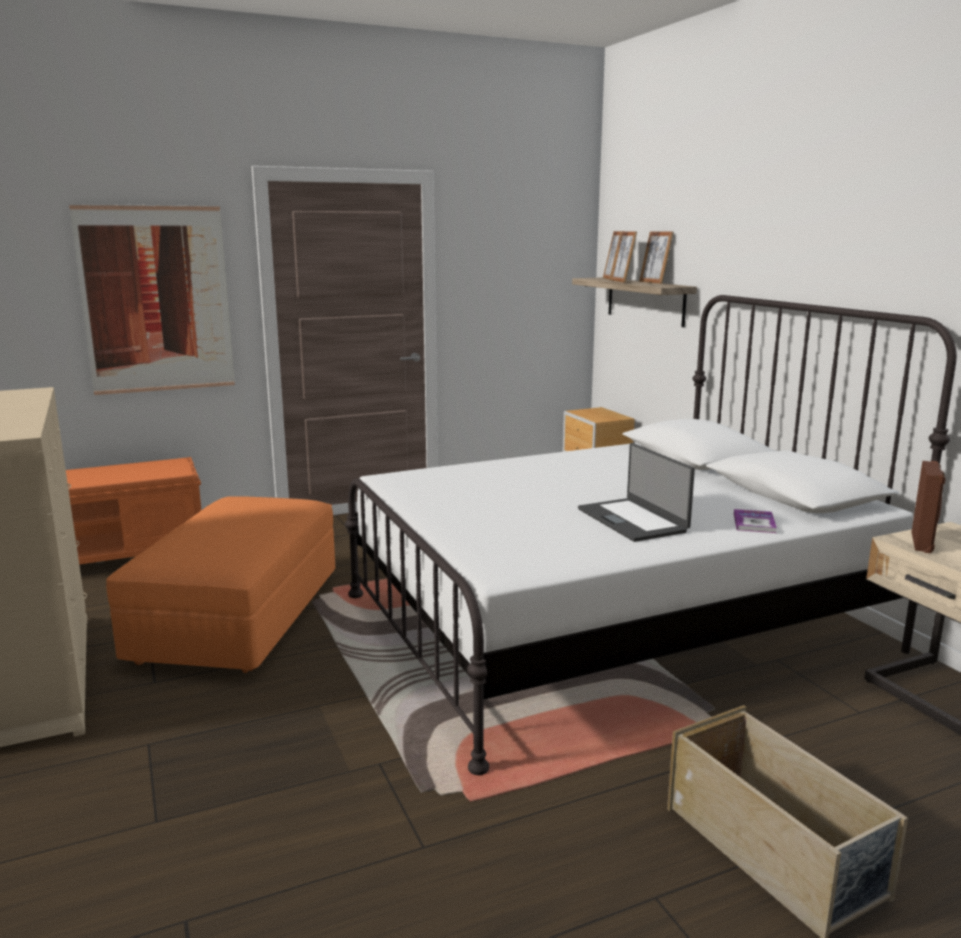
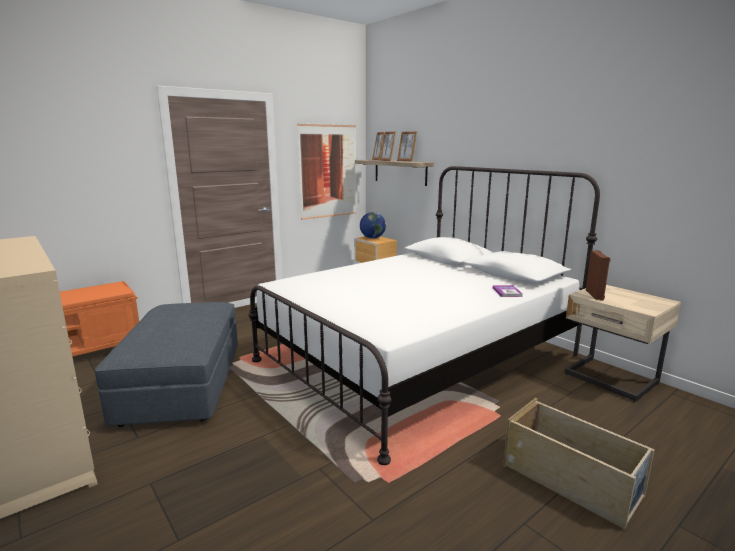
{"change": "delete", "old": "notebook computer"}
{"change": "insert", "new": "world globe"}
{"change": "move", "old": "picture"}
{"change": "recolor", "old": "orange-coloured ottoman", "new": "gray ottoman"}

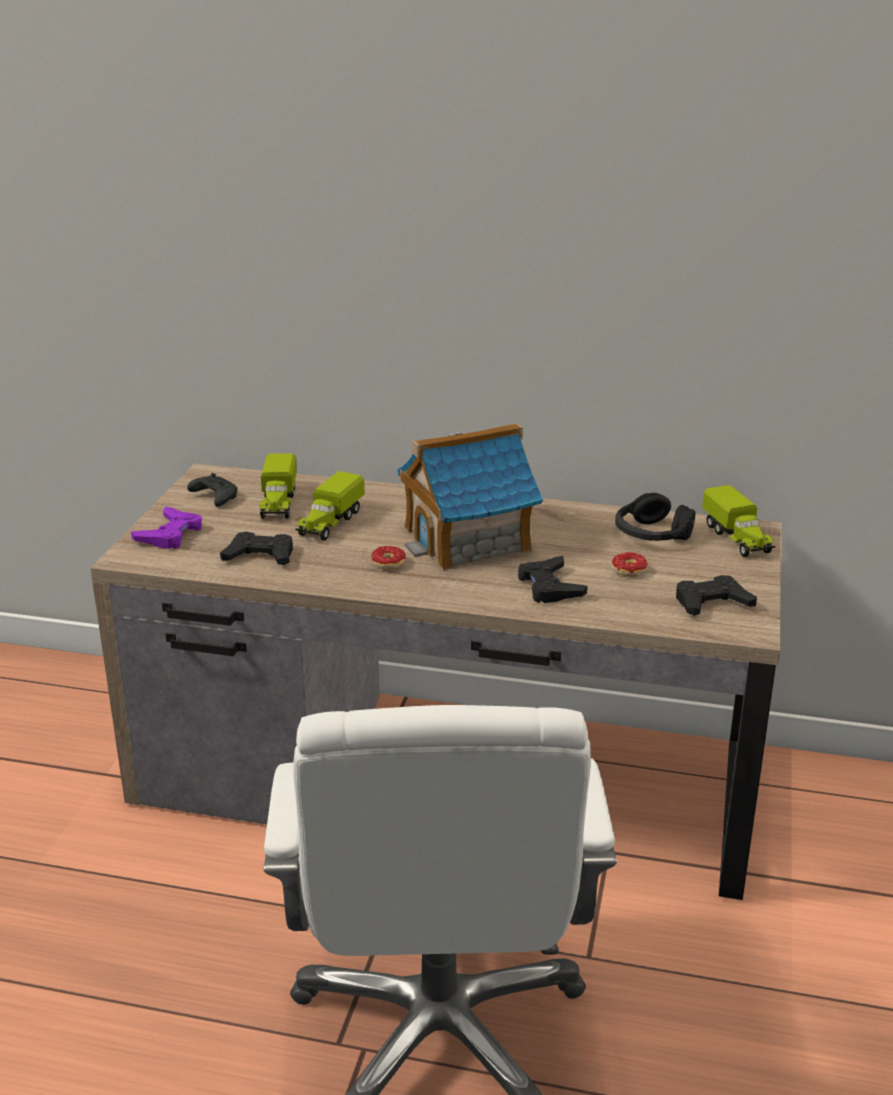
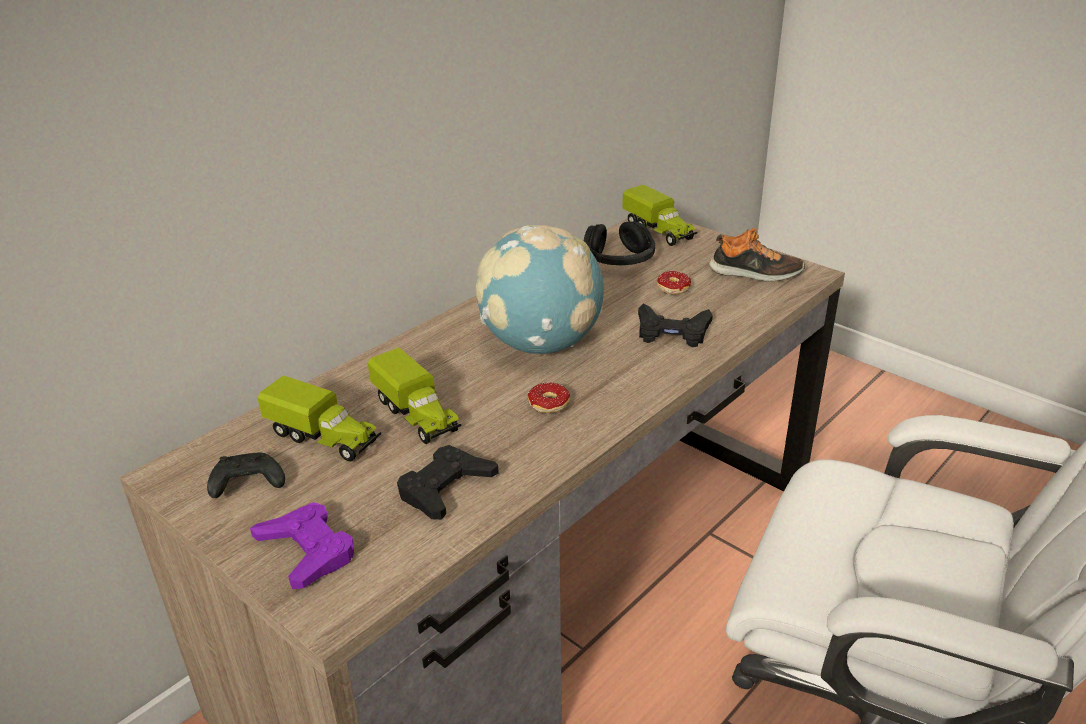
{"change": "replace", "old": "model house", "new": "world globe"}
{"change": "replace", "old": "blackish gamepad (4th from left)", "new": "low shoe"}
{"change": "rotate", "old": "model truck (3rd from left)", "degrees": 45}

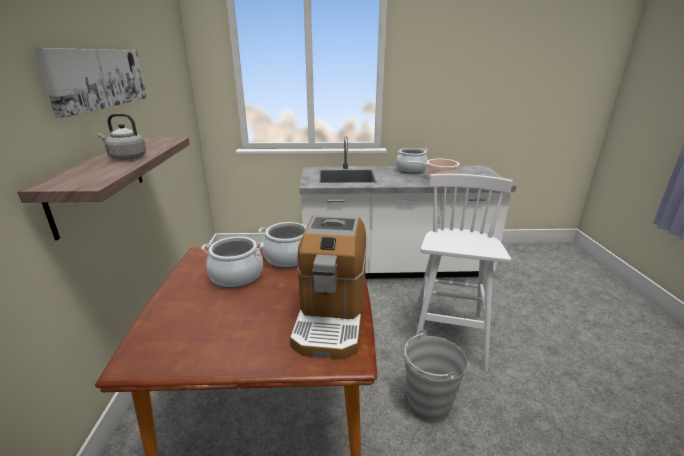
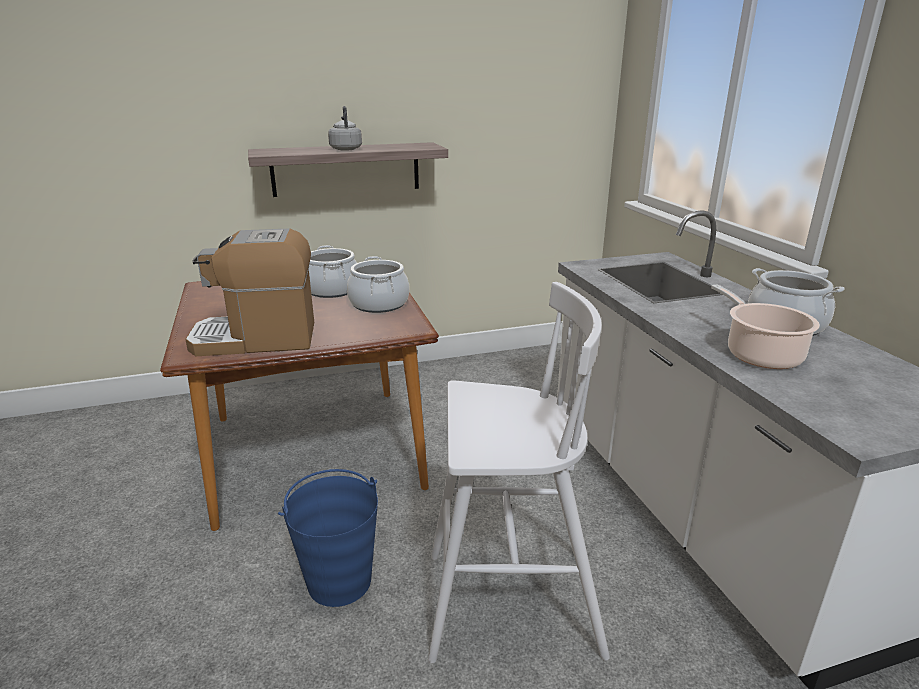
{"change": "delete", "old": "picture"}
{"change": "recolor", "old": "gray bucket", "new": "bluish bucket"}

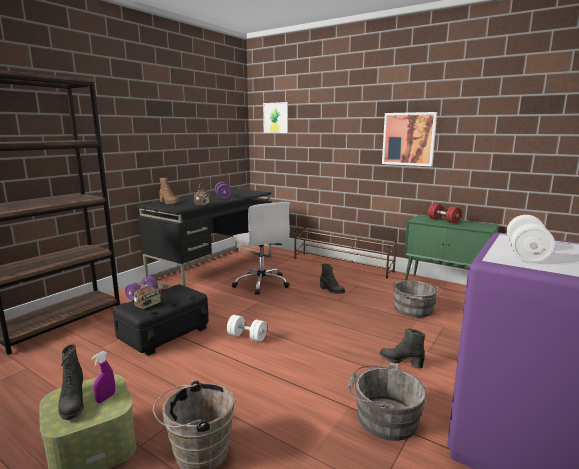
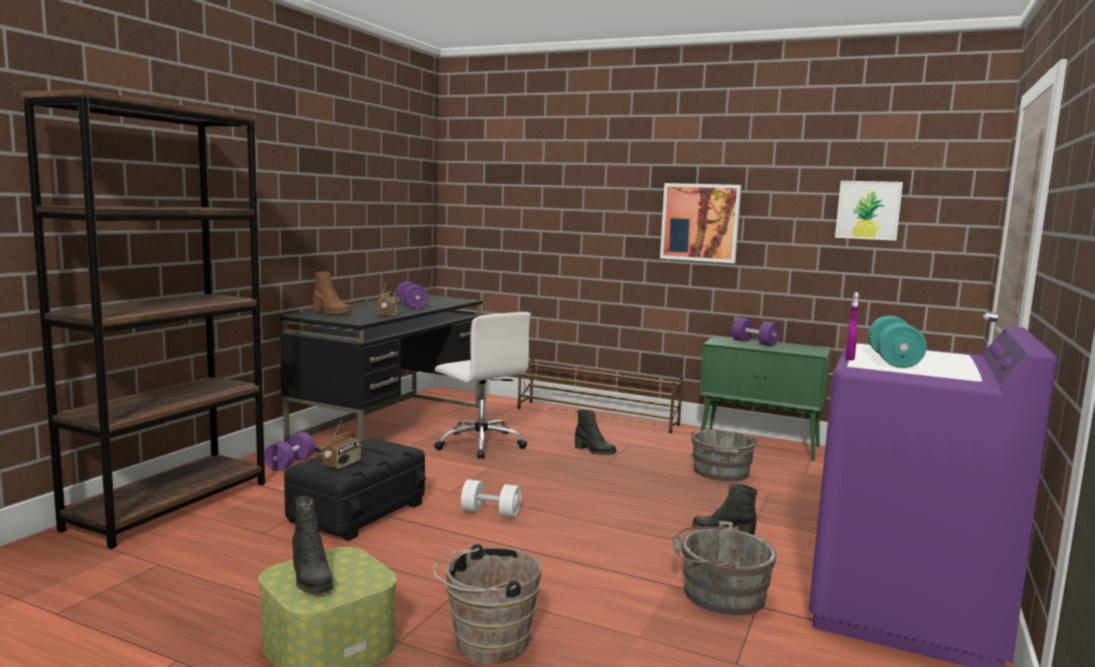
{"change": "move", "old": "purplish hand sprayer"}
{"change": "move", "old": "picture (1st from left in the first image)", "new": "picture (2nd from left)"}
{"change": "recolor", "old": "red-coloured hand weight", "new": "purplish hand weight (3rd from left)"}
{"change": "recolor", "old": "white hand weight (2nd from left)", "new": "blue-green hand weight"}

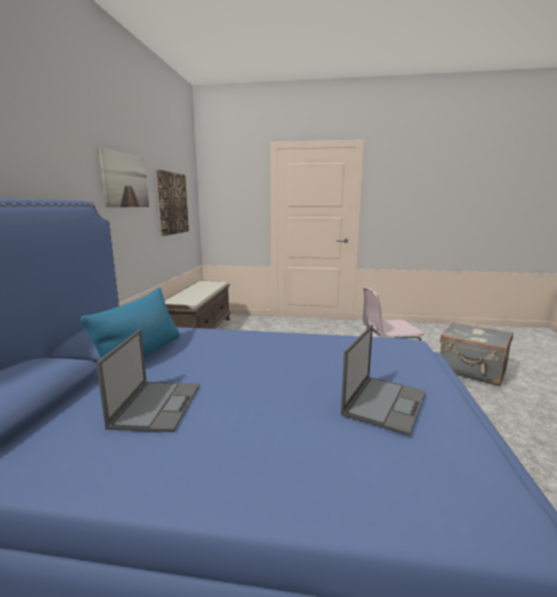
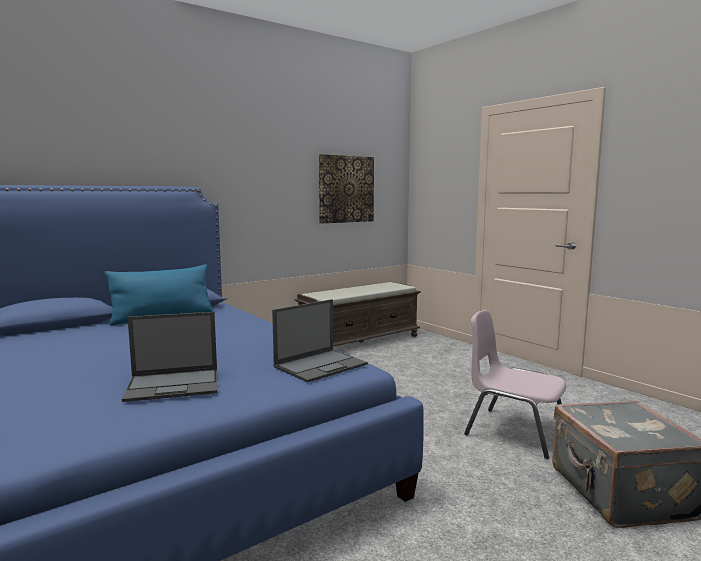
{"change": "delete", "old": "picture (1st from left)"}
{"change": "move", "old": "notebook computer (1st from left in the first image)", "new": "notebook computer (2nd from left)"}

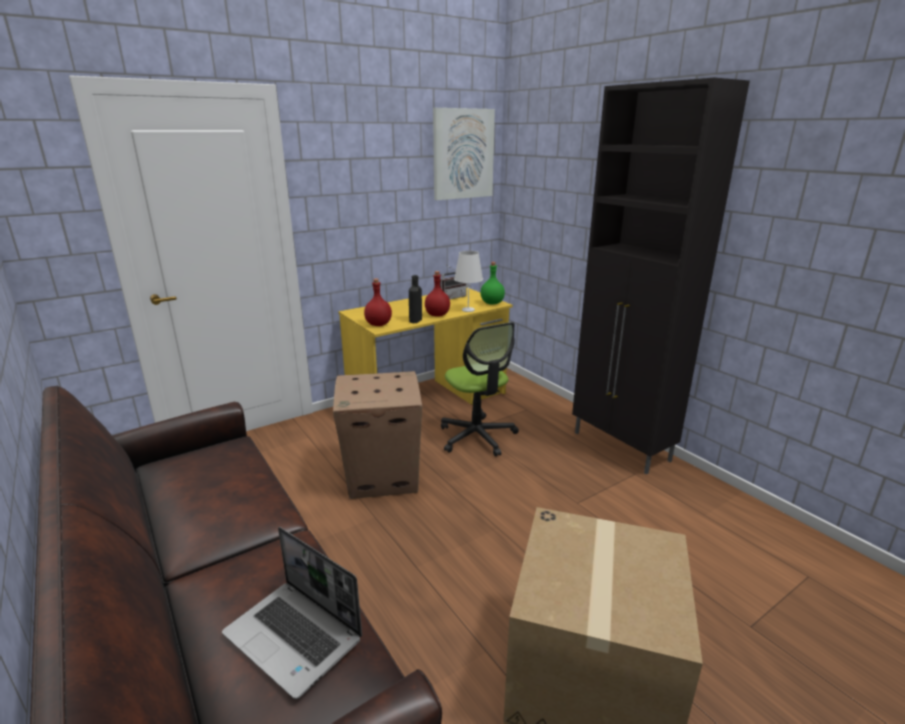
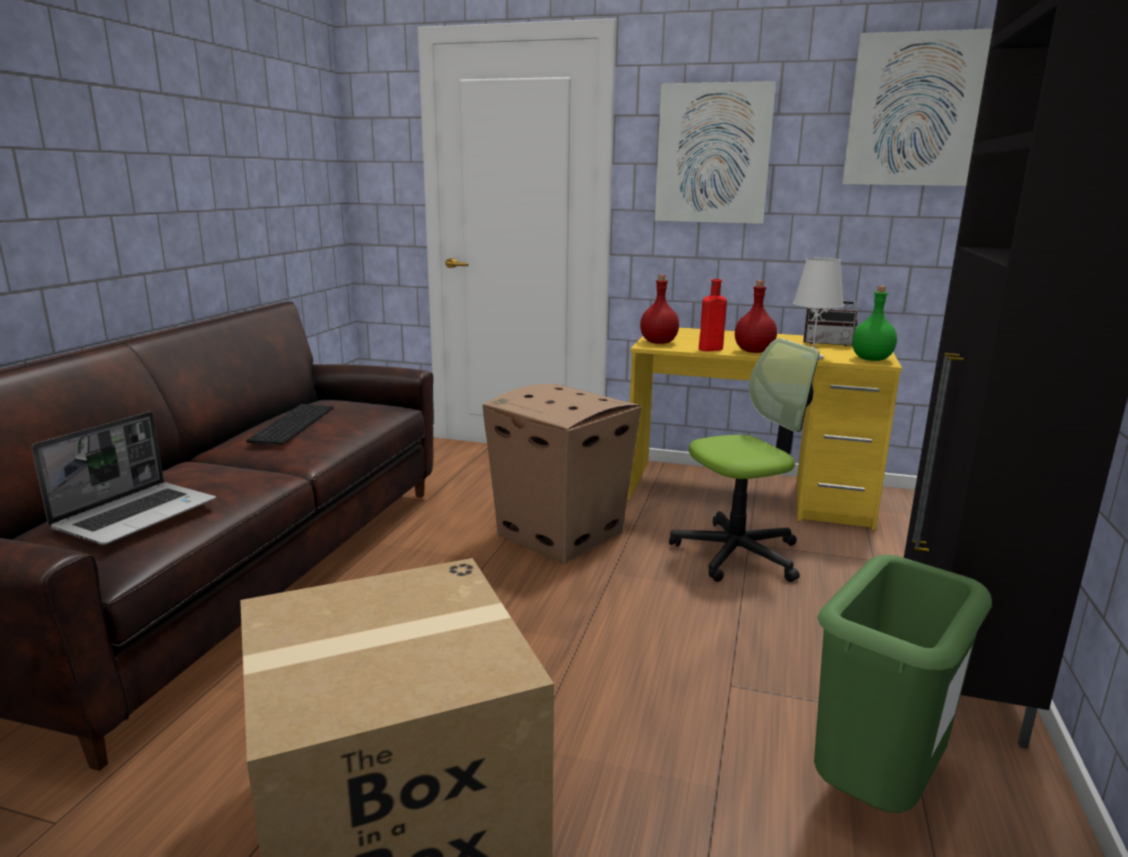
{"change": "insert", "new": "keyboard"}
{"change": "insert", "new": "picture (1st from left)"}
{"change": "insert", "new": "greenish rubbish bin"}
{"change": "recolor", "old": "blackish bottle", "new": "red-coloured bottle (2nd from left)"}
{"change": "rotate", "old": "notebook computer", "degrees": -150}
{"change": "rotate", "old": "computer chair", "degrees": -135}

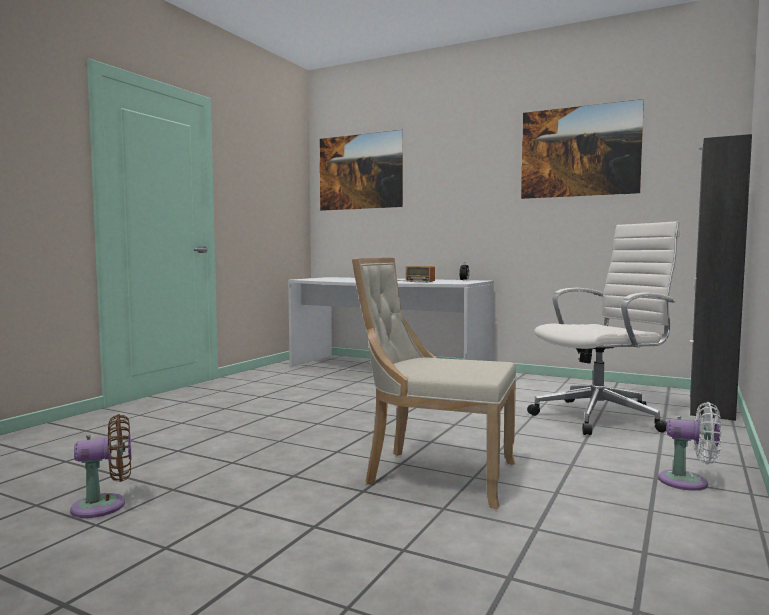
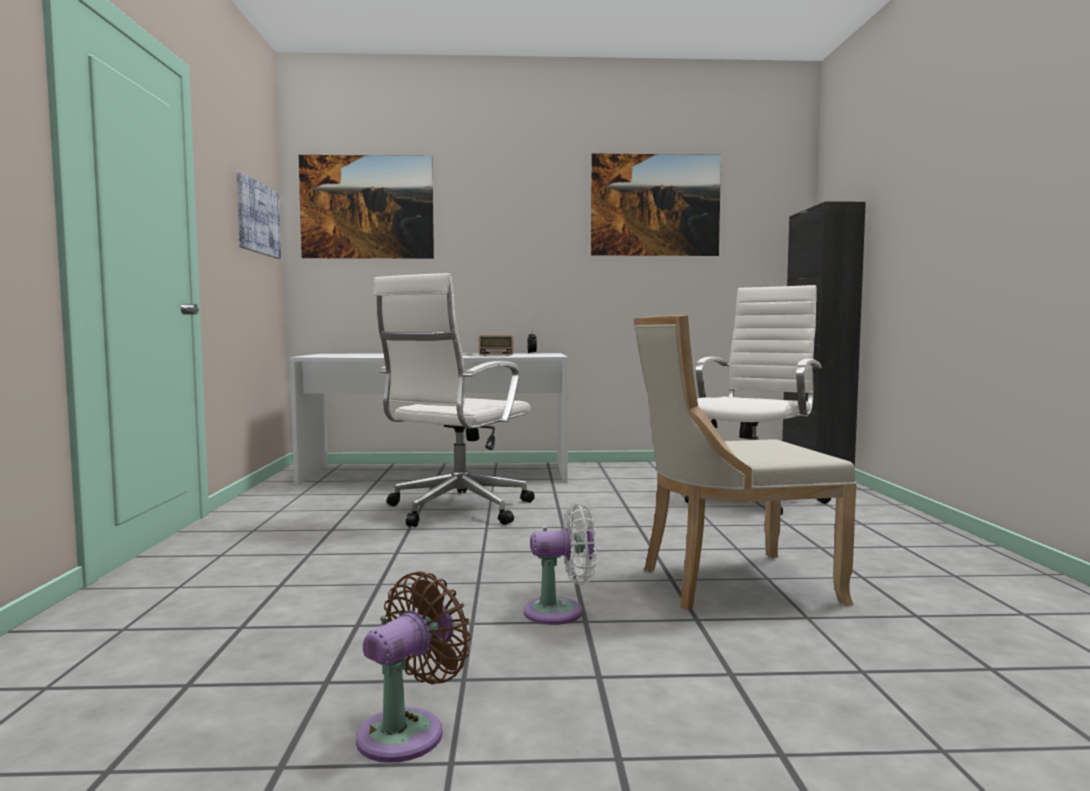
{"change": "insert", "new": "picture (1st from left)"}
{"change": "insert", "new": "white computer chair (1st from left)"}
{"change": "move", "old": "white fan"}

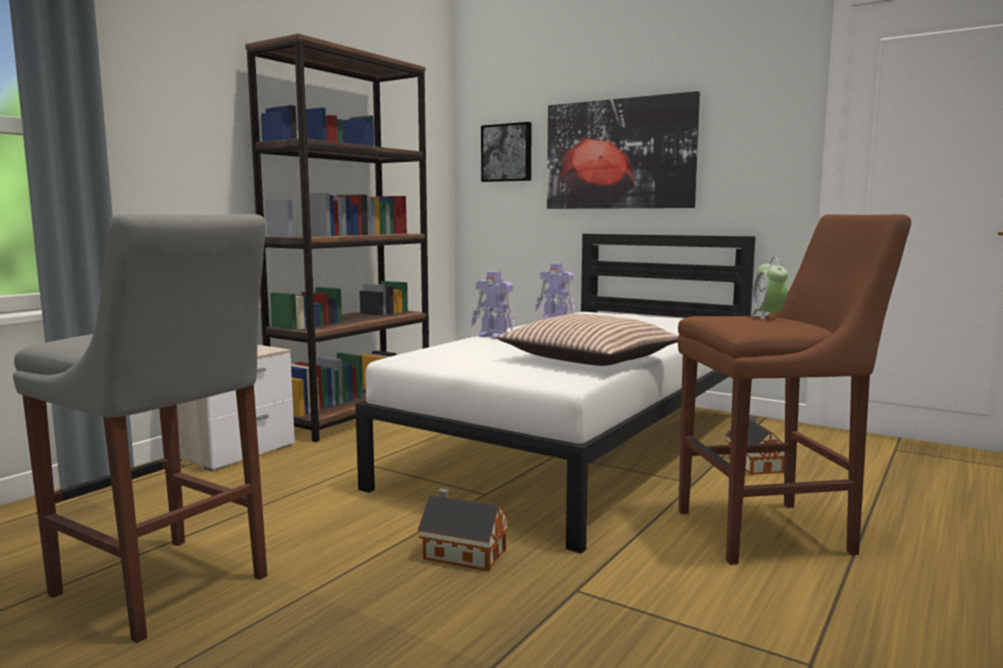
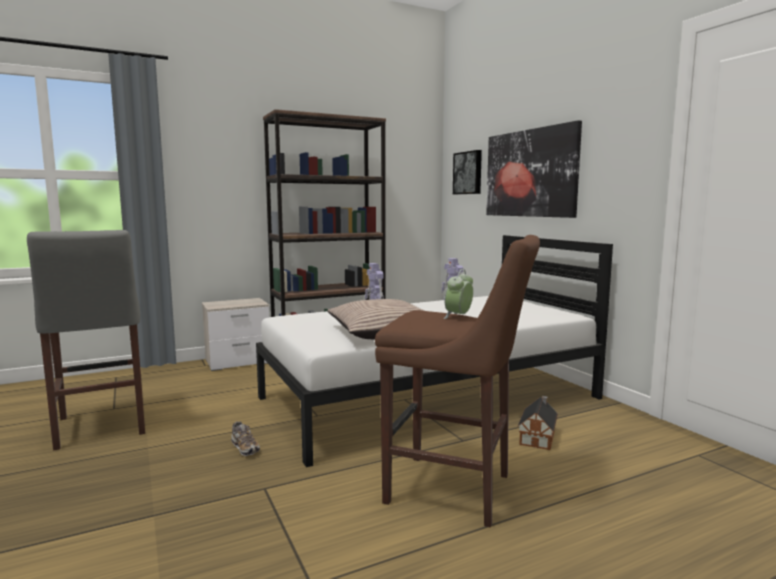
{"change": "replace", "old": "model house (1st from left)", "new": "low shoe"}

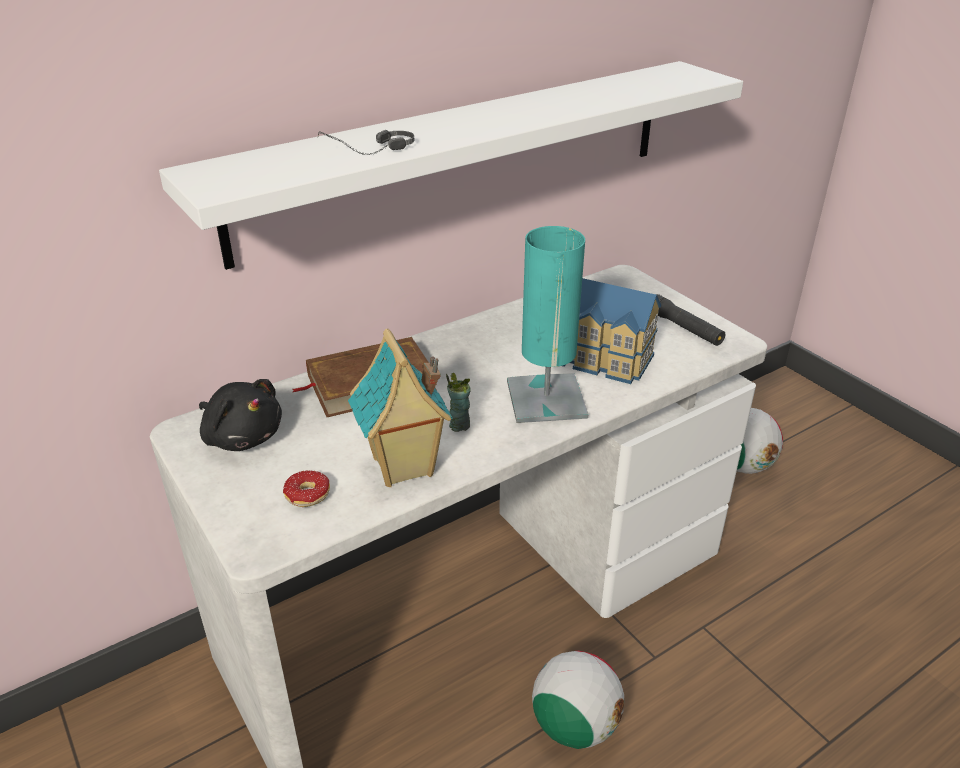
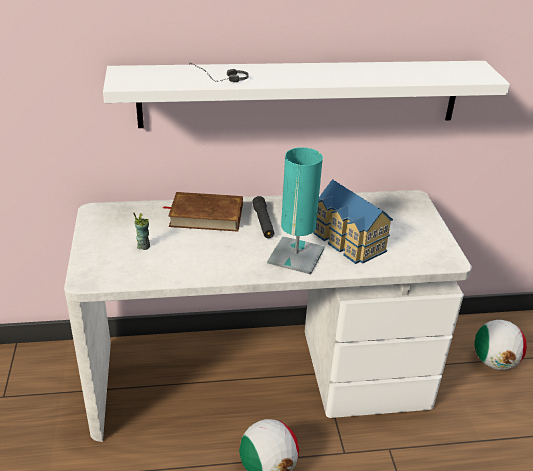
{"change": "delete", "old": "blackish cuddly toy"}
{"change": "delete", "old": "ring doughnut"}
{"change": "delete", "old": "model house (1st from left)"}
{"change": "move", "old": "cup"}
{"change": "move", "old": "blackish hand torch"}

